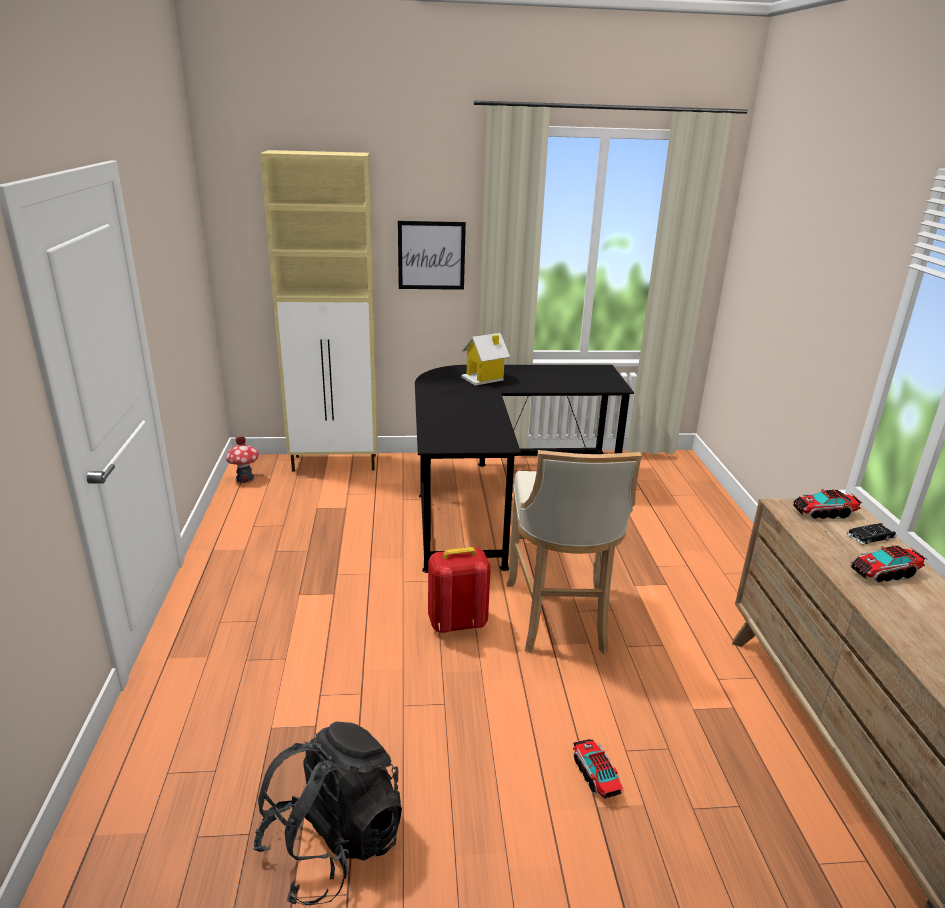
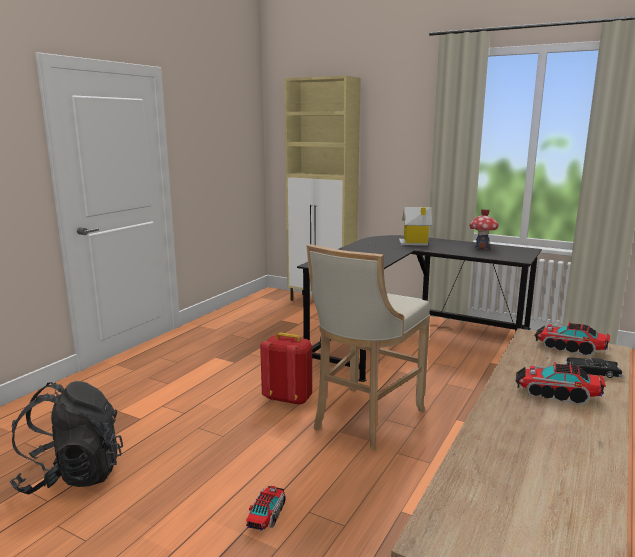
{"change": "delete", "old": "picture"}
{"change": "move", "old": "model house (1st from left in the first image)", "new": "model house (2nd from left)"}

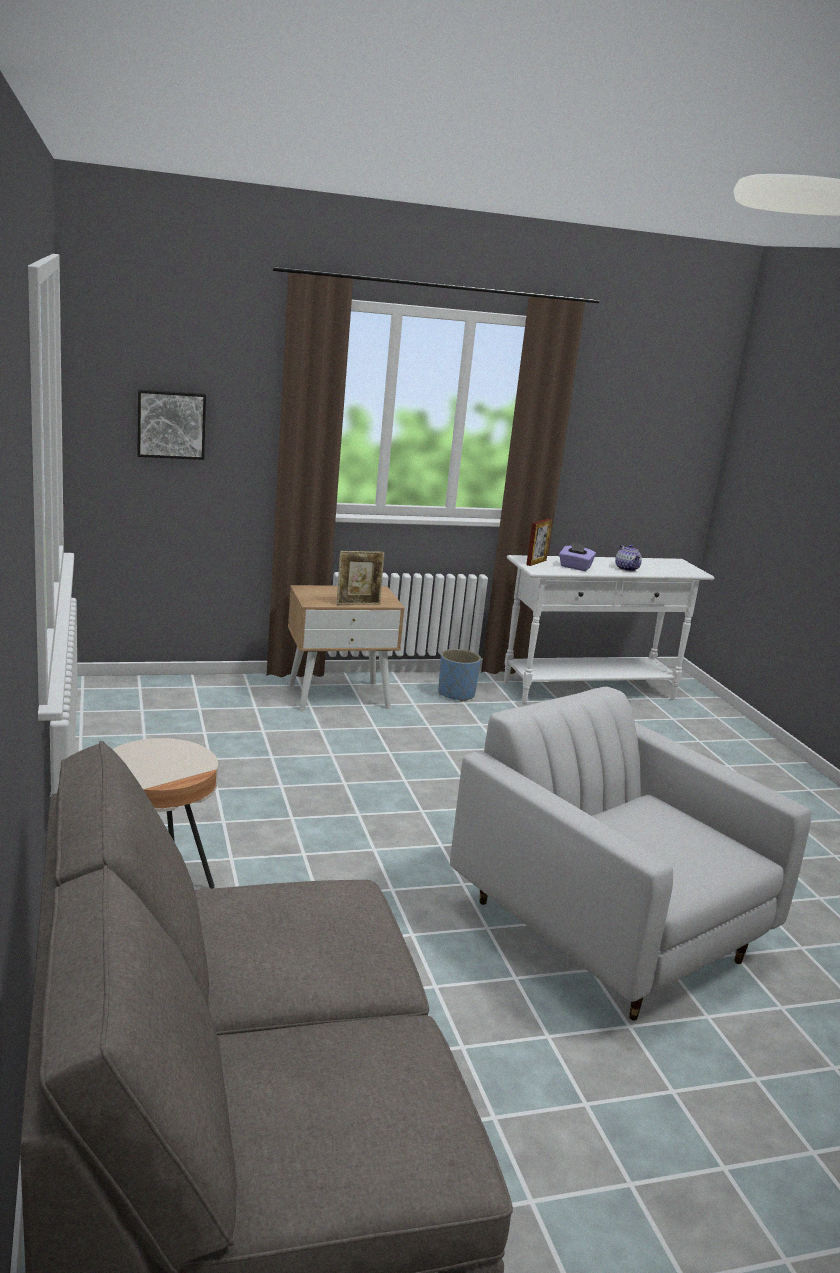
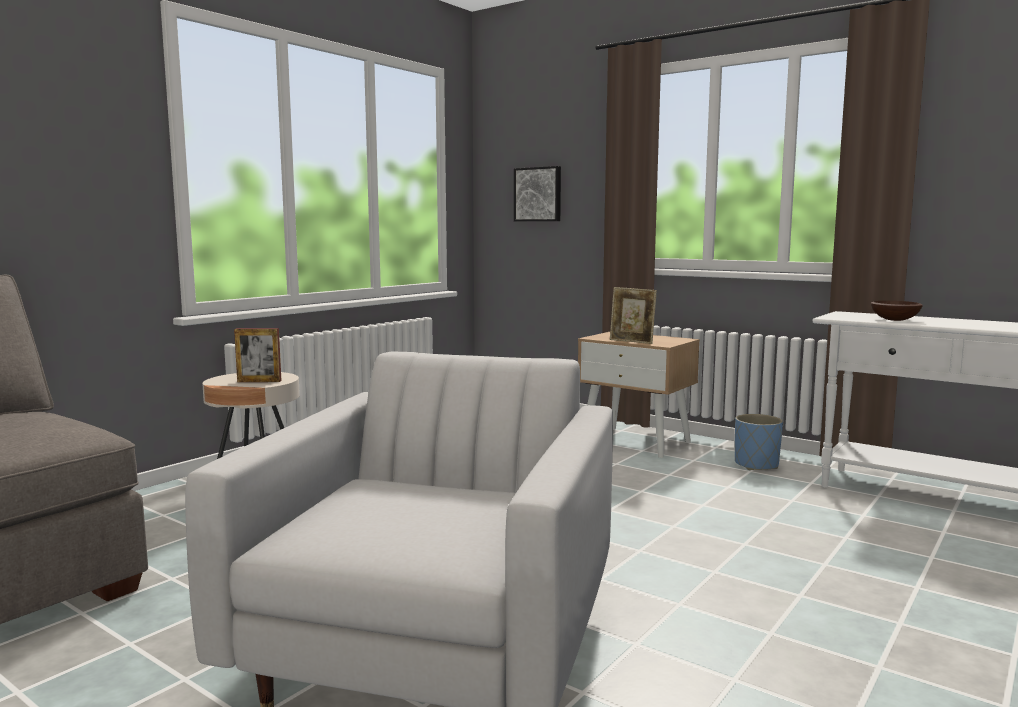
{"change": "delete", "old": "teapot"}
{"change": "move", "old": "picture frame (2nd from left in the first image)", "new": "picture frame (1st from left)"}
{"change": "replace", "old": "purplish tissue box", "new": "brown serving bowl"}

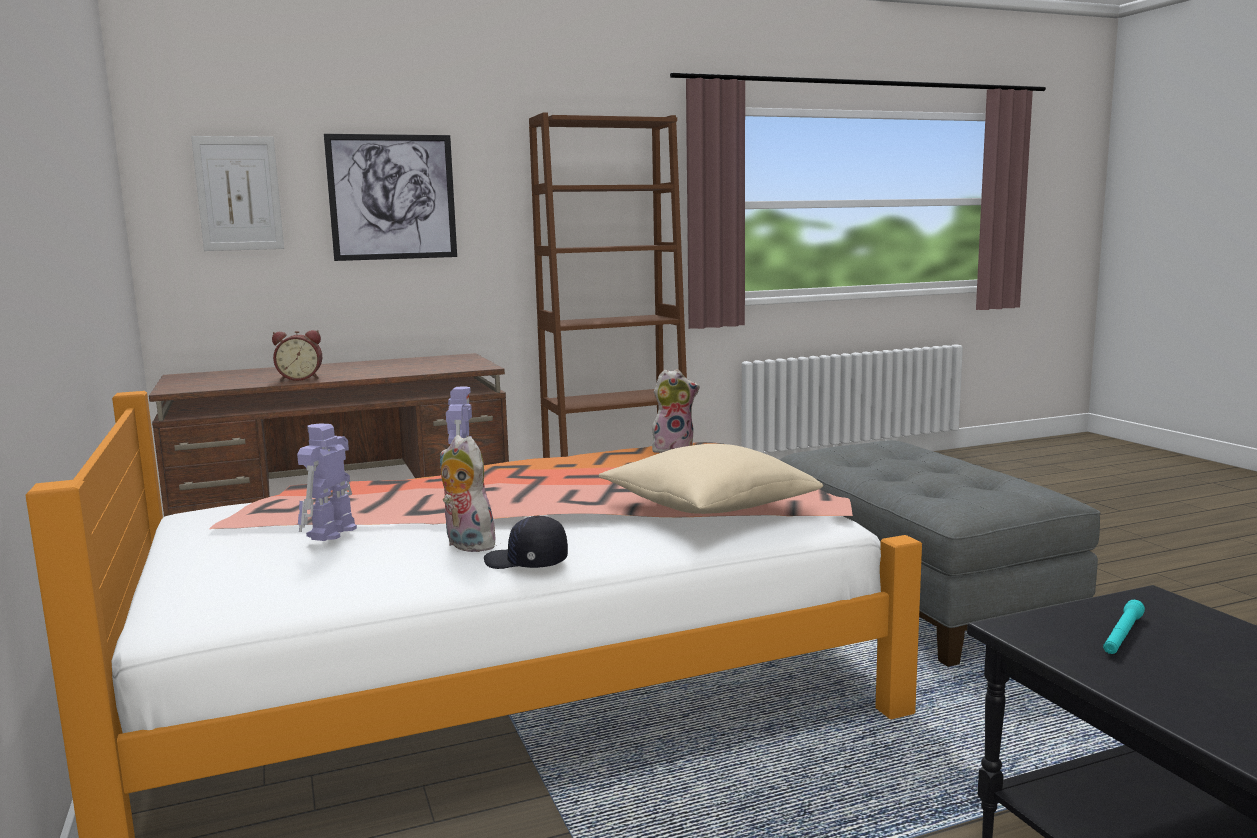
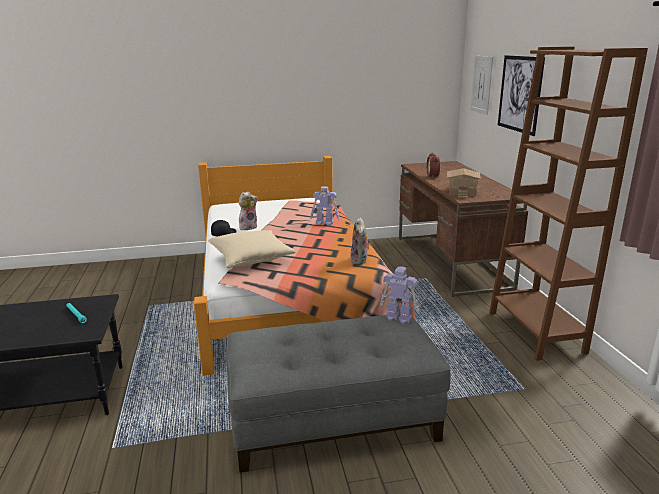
{"change": "insert", "new": "model house"}
{"change": "move", "old": "toy robot (1st from left in the first image)", "new": "toy robot (2nd from left)"}

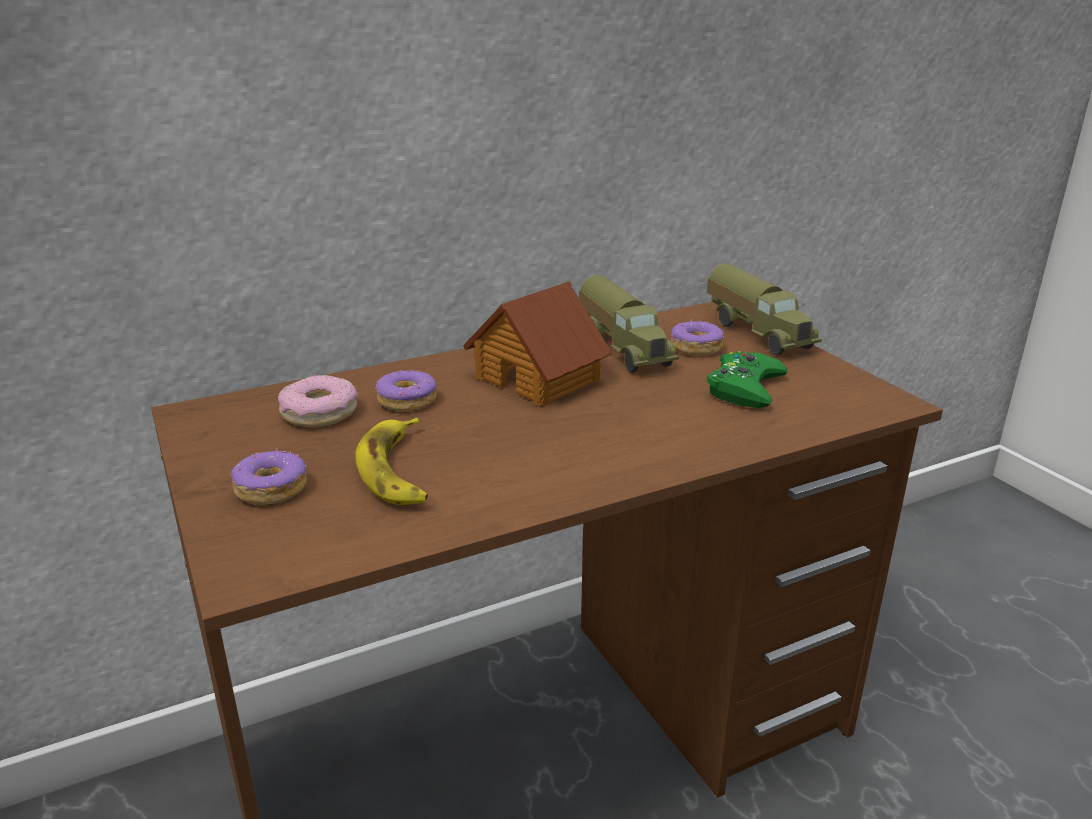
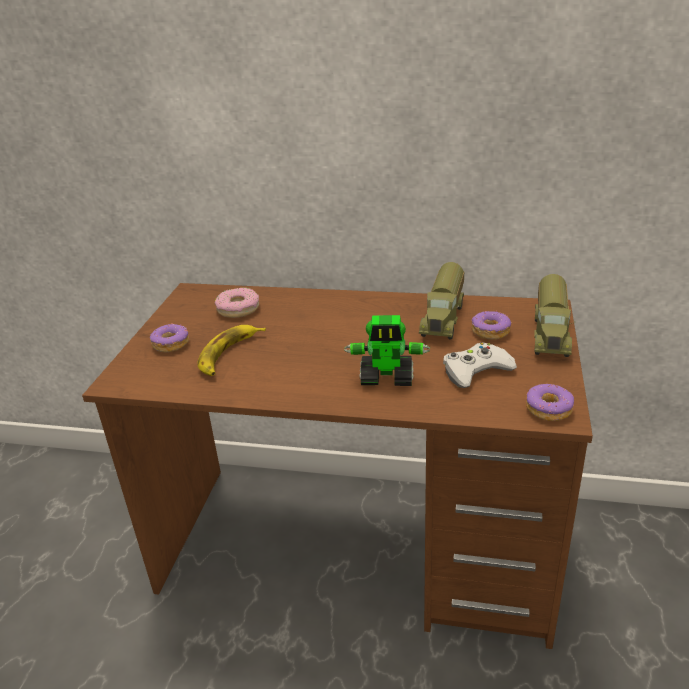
{"change": "delete", "old": "model house"}
{"change": "insert", "new": "toy robot"}
{"change": "move", "old": "ring doughnut (3rd from left in the first image)", "new": "ring doughnut (4th from left)"}
{"change": "recolor", "old": "greenish gamepad", "new": "white gamepad"}

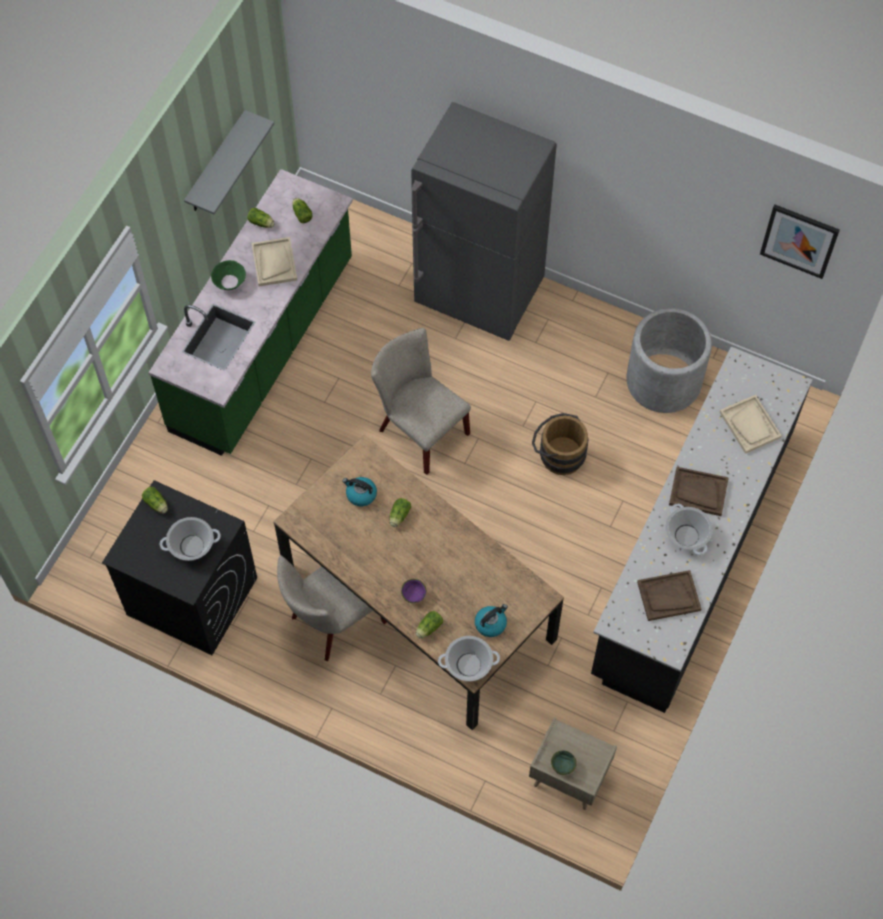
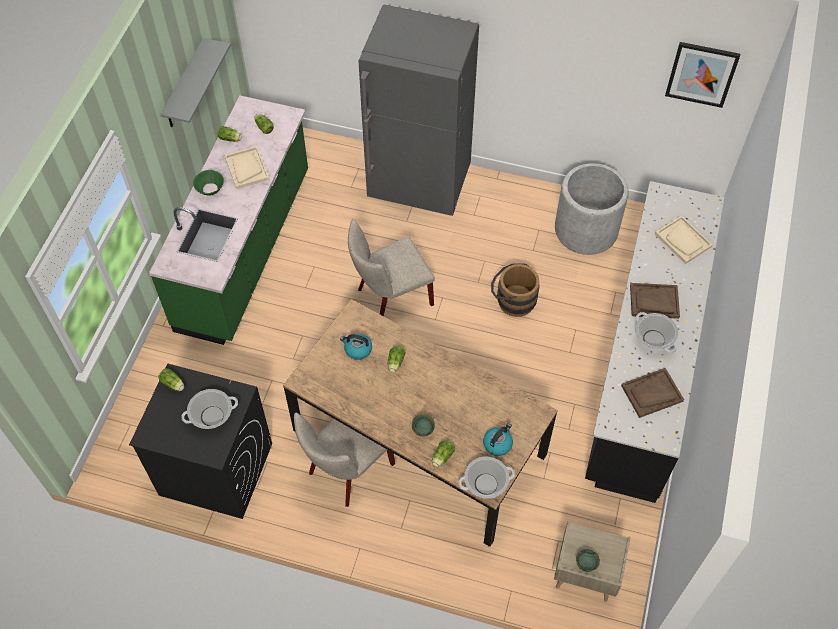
{"change": "recolor", "old": "purplish serving bowl", "new": "greenish serving bowl (2nd from left)"}
{"change": "rotate", "old": "beige-coloured upright chair (2nd from left)", "degrees": -60}

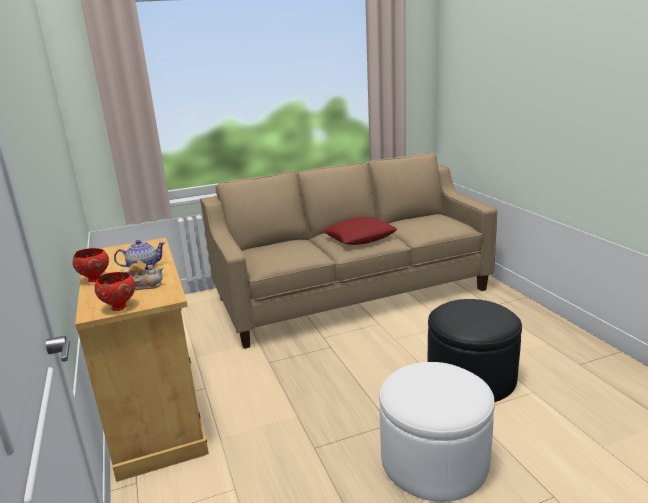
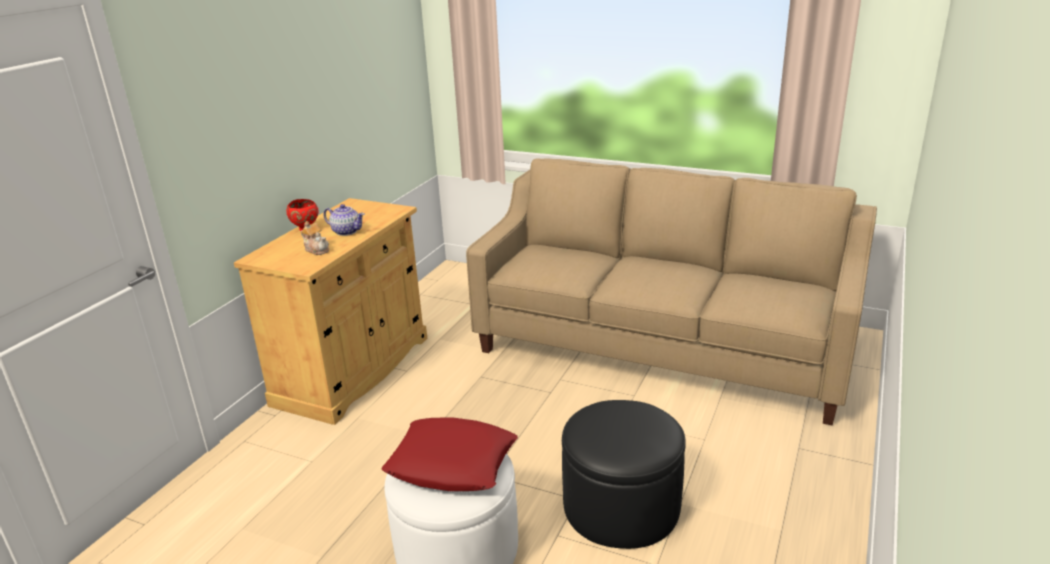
{"change": "delete", "old": "red-coloured serving bowl (2nd from left)"}
{"change": "move", "old": "red-coloured throw pillow"}

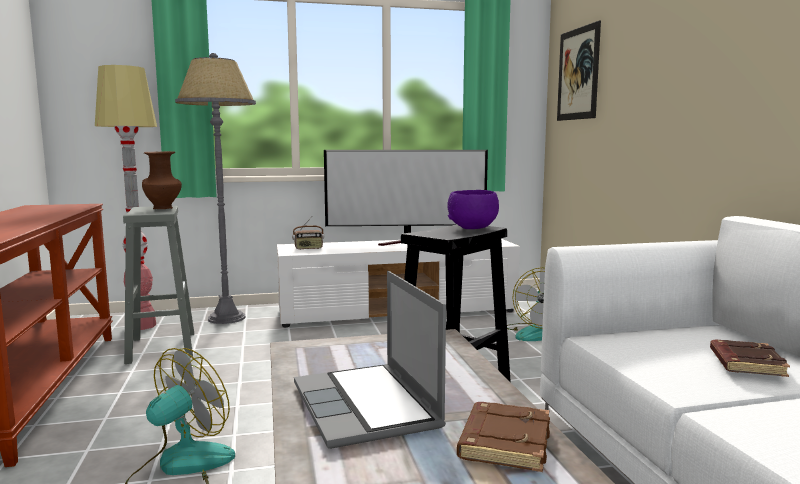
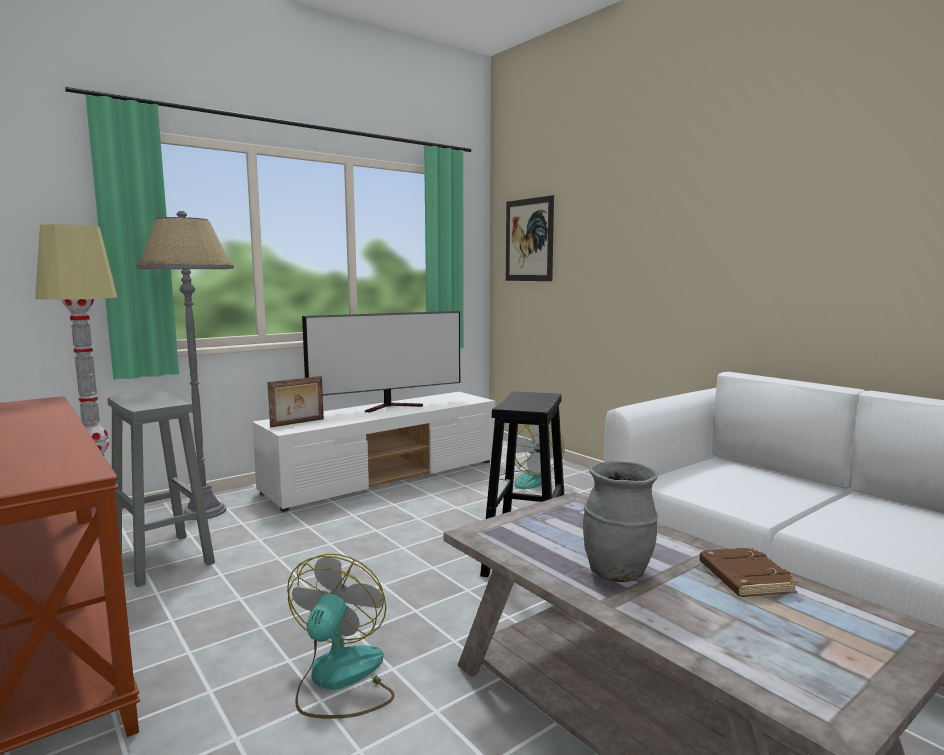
{"change": "delete", "old": "brown flower vase"}
{"change": "delete", "old": "purplish serving bowl"}
{"change": "delete", "old": "brown bound book (2nd from left)"}
{"change": "replace", "old": "radio", "new": "picture frame"}
{"change": "replace", "old": "notebook computer", "new": "gray flower vase"}

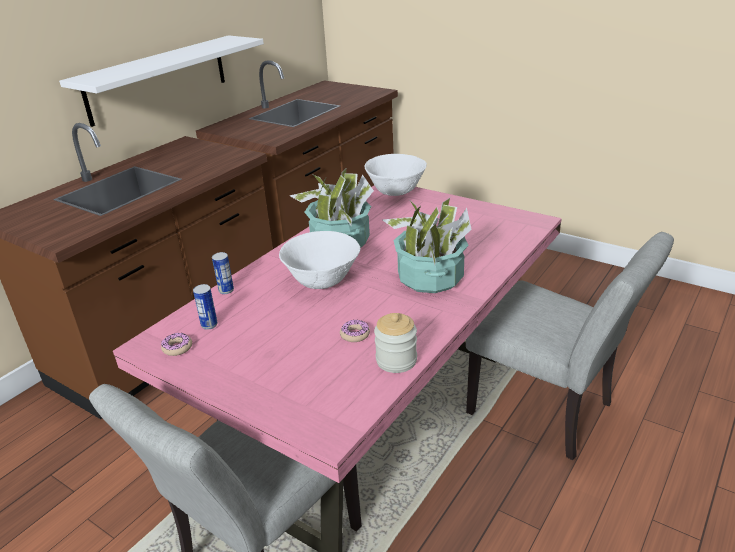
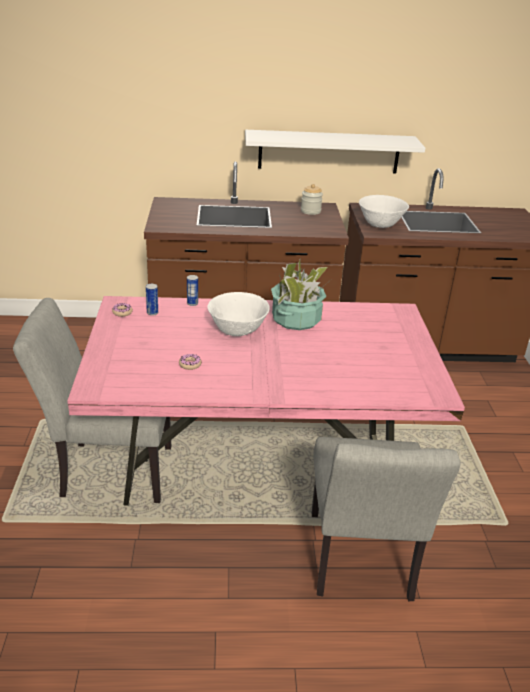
{"change": "delete", "old": "potted plant (2nd from left)"}
{"change": "move", "old": "white serving bowl (2nd from left)"}
{"change": "move", "old": "jar"}

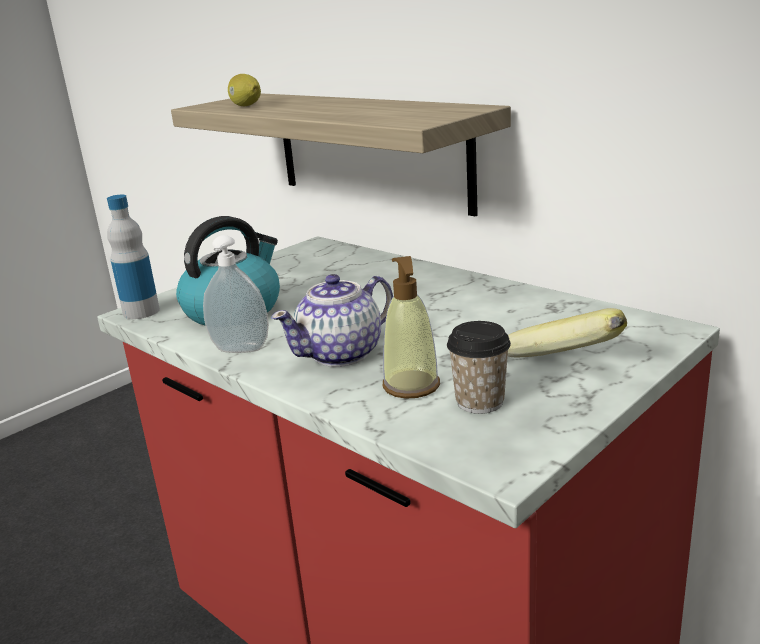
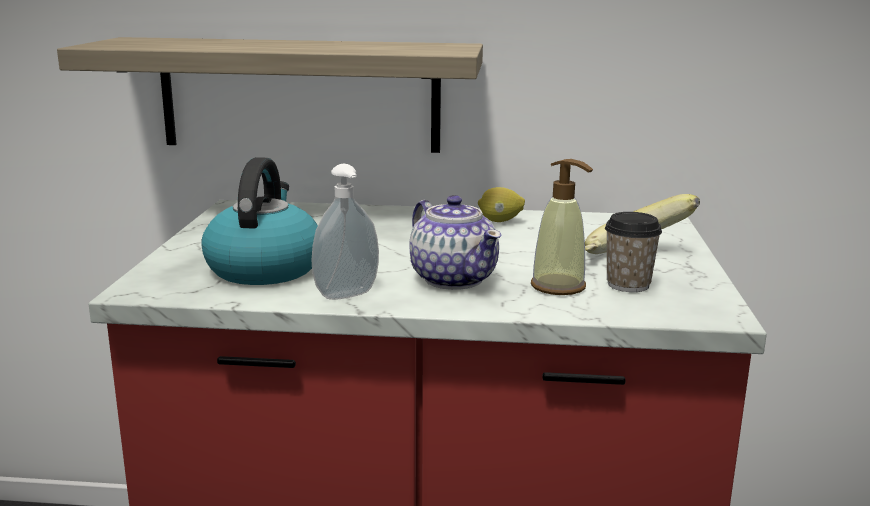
{"change": "delete", "old": "bottle"}
{"change": "move", "old": "citrus fruit"}
{"change": "rotate", "old": "teapot", "degrees": -45}

